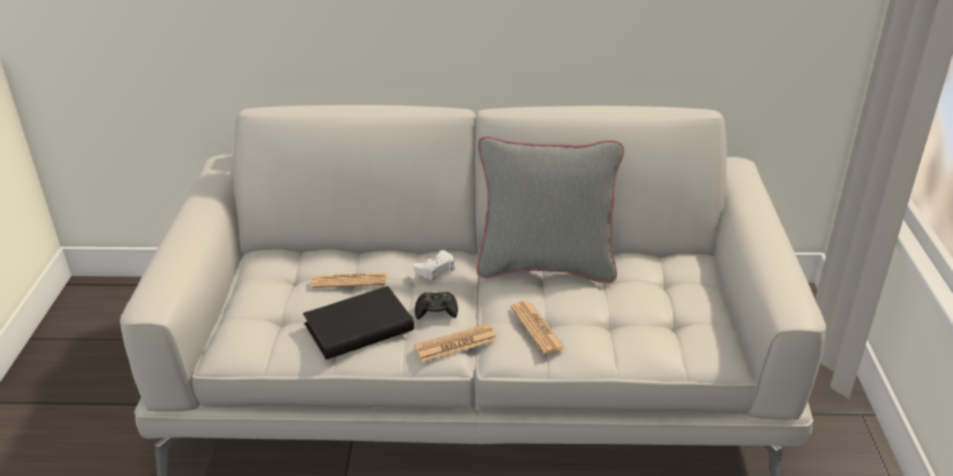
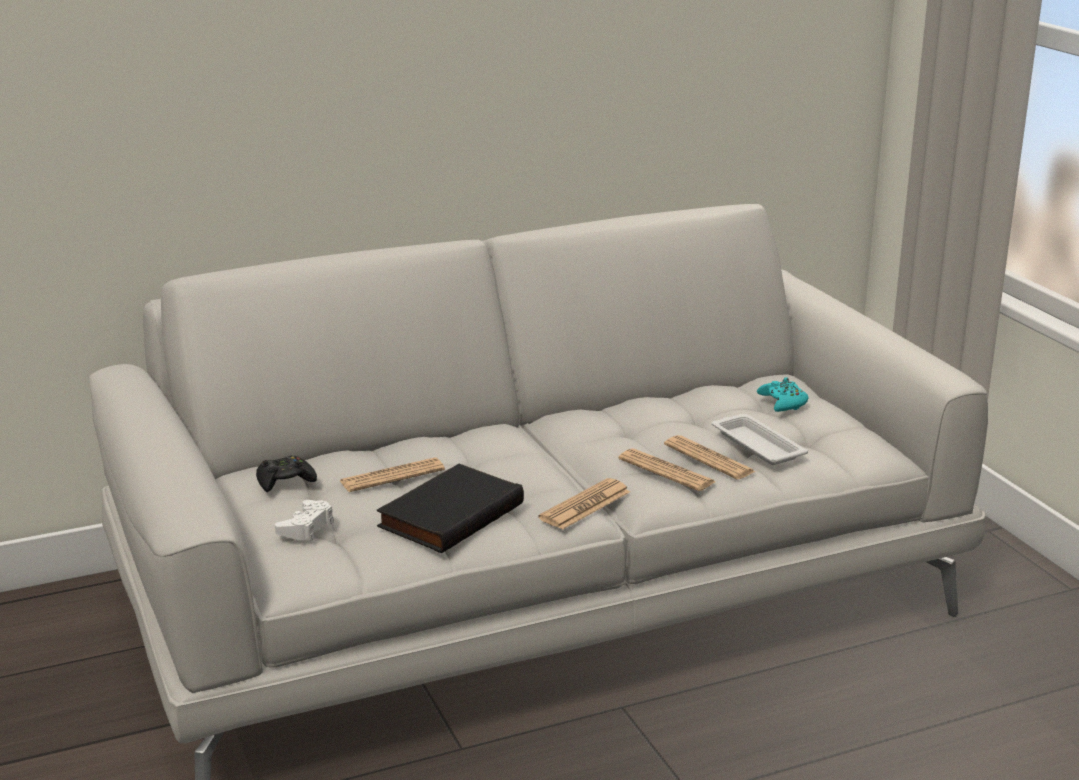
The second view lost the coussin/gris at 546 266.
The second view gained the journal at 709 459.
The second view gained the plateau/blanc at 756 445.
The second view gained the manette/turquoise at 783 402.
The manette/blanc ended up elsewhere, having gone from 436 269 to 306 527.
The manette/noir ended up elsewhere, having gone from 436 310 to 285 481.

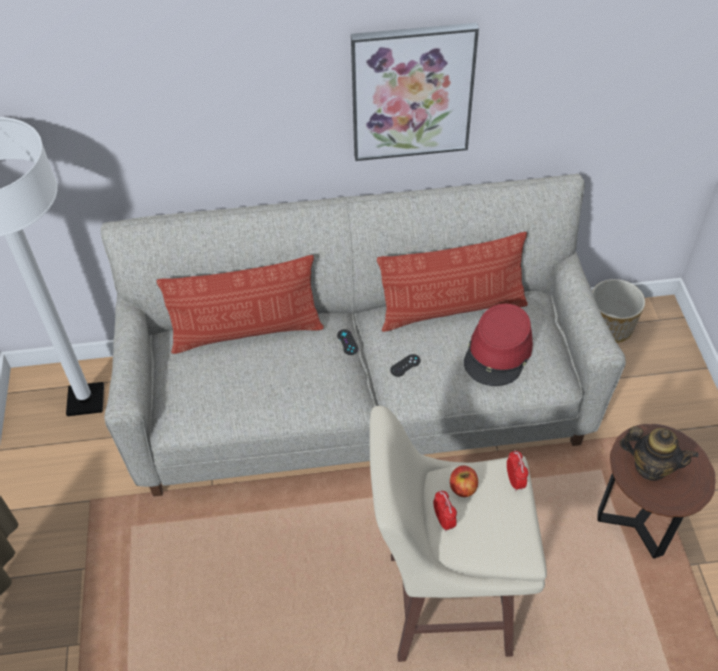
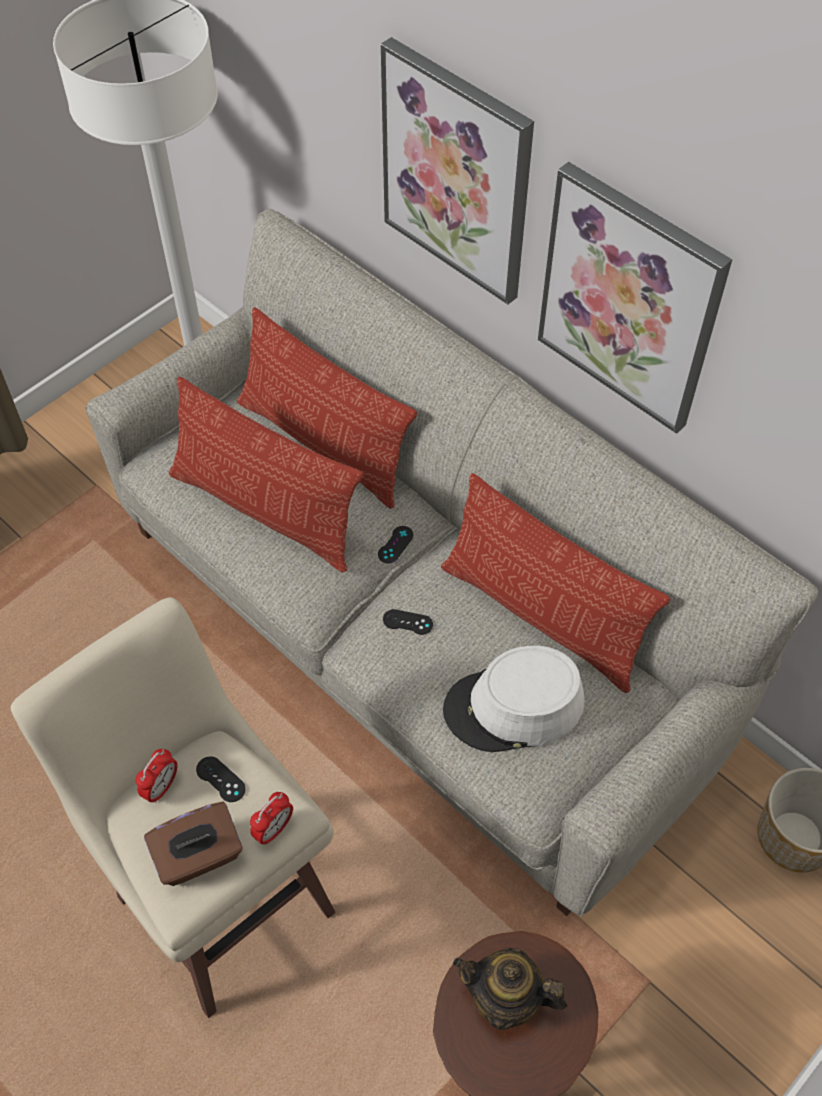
The second view gained the boîte à mouchoirs/marron at 199 856.
The second view gained the coussin at 265 511.
The second view gained the tableau at 457 172.
Where the pomme stood at 462 488, the manette/noir came to stand at 220 779.
What was the chapeau/rouge at 498 352 turned into the chapeau/blanc at 514 707.
The théière at 650 466 ended up facing another way, 120 degrees clockwise from before.

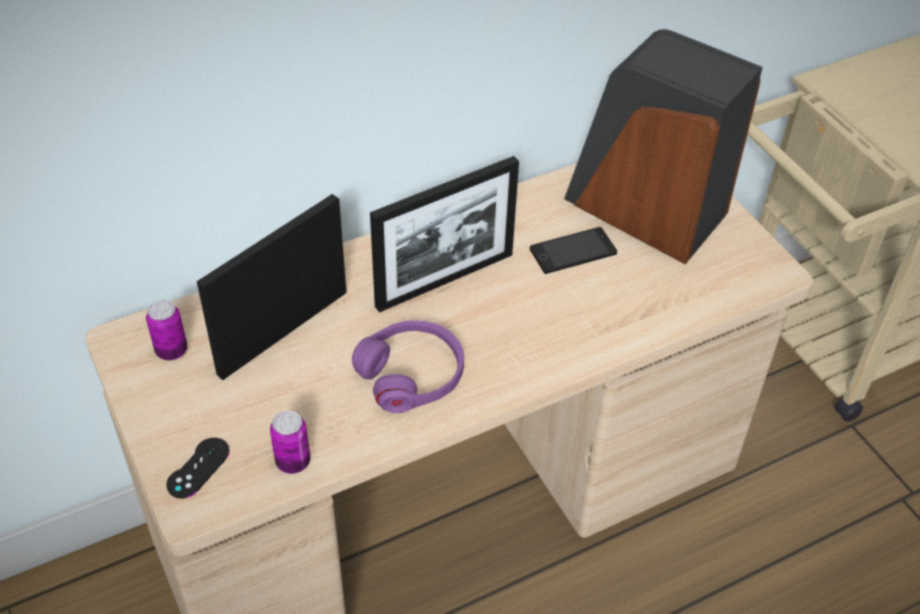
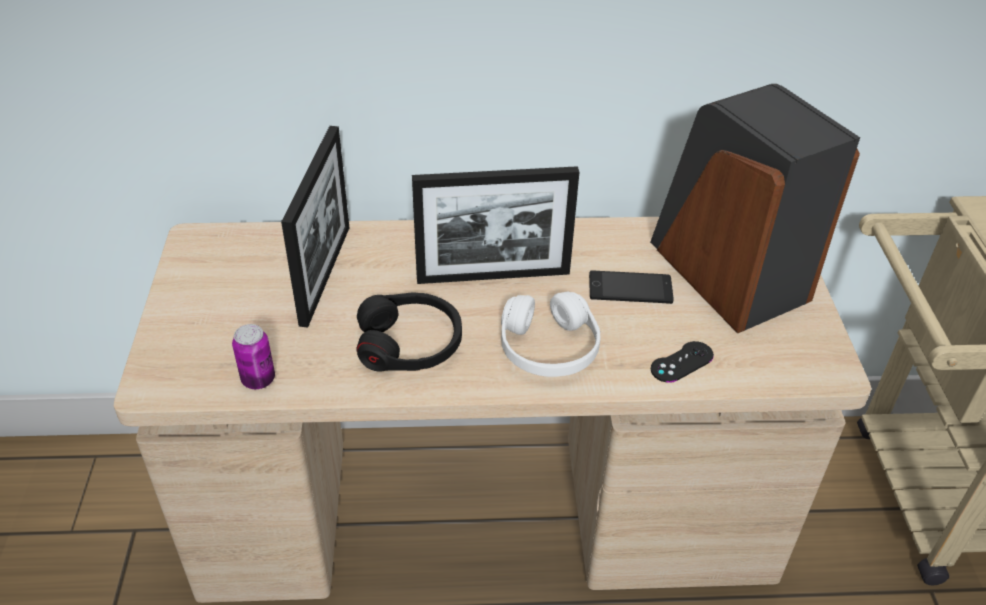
The second view lost the boîte métallique at 171 350.
The second view gained the casque audio/blanc at 548 348.
The manette/noir ended up elsewhere, having gone from 198 468 to 682 362.
What was the casque audio/violet at 411 375 turned into the casque audio/noir at 410 344.
The cadre photo at 283 332 ended up facing another way, 120 degrees clockwise from before.

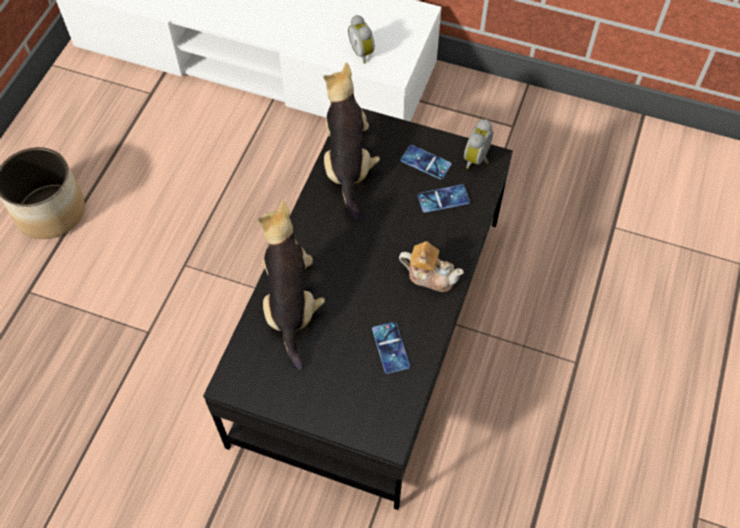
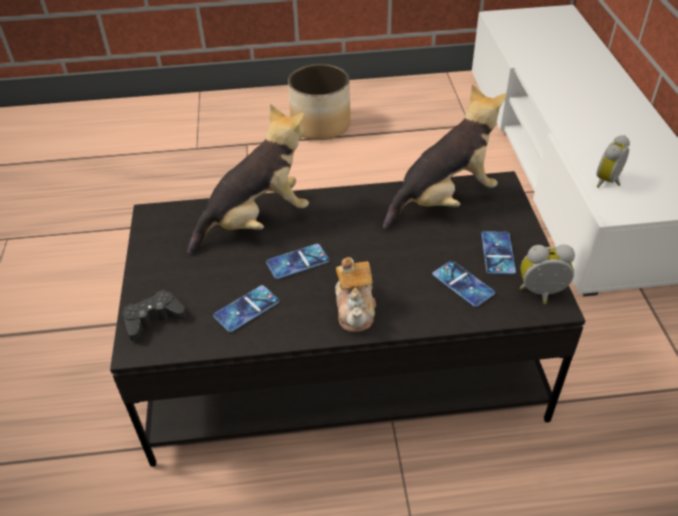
The second view gained the manette/noir at 153 319.
The second view gained the téléphone at 297 262.

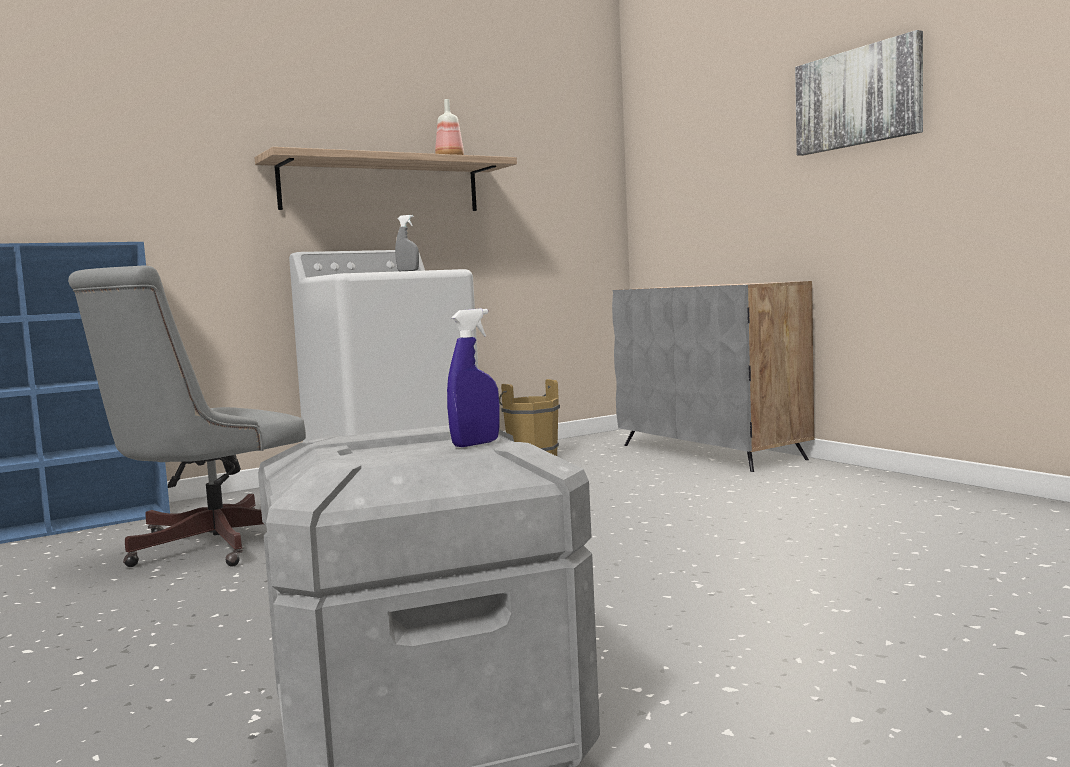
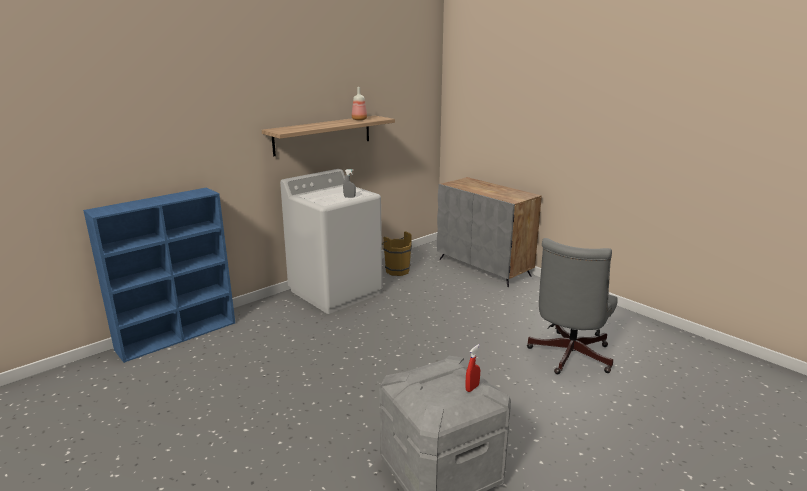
The second view lost the tableau at 858 97.
The chaise de bureau/gris ended up elsewhere, having gone from 204 547 to 568 357.
What was the vaporisateur/bleu at 476 444 turned into the vaporisateur/rouge at 472 388.

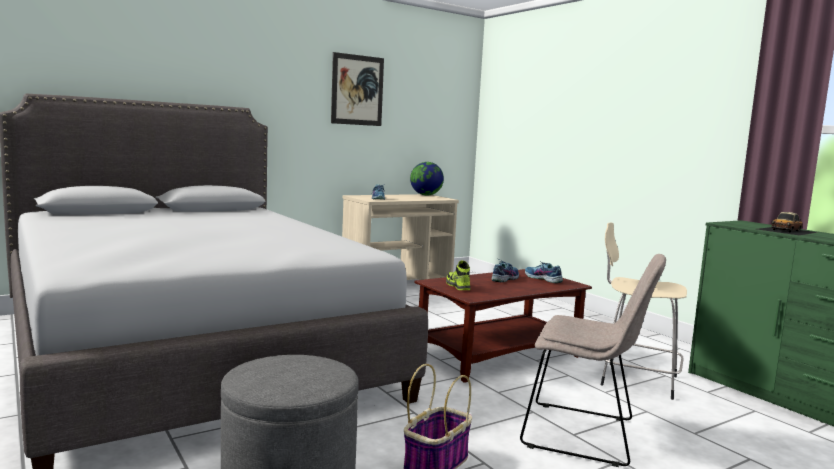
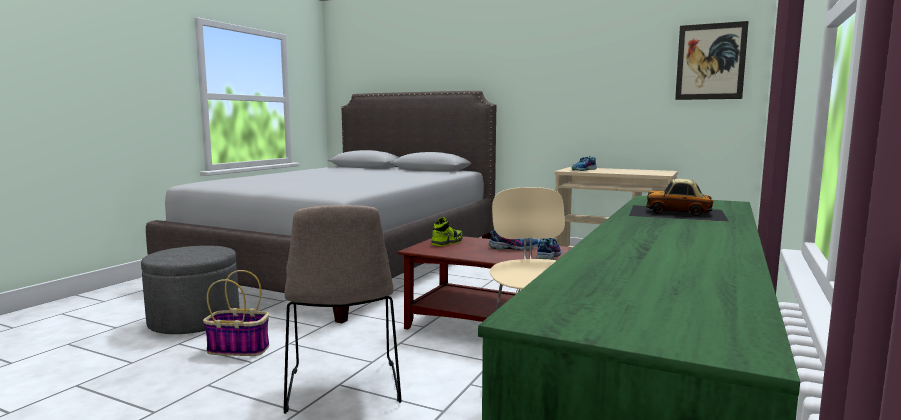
The second view lost the globe at 426 195.
The tableau ended up elsewhere, having gone from 357 90 to 710 61.

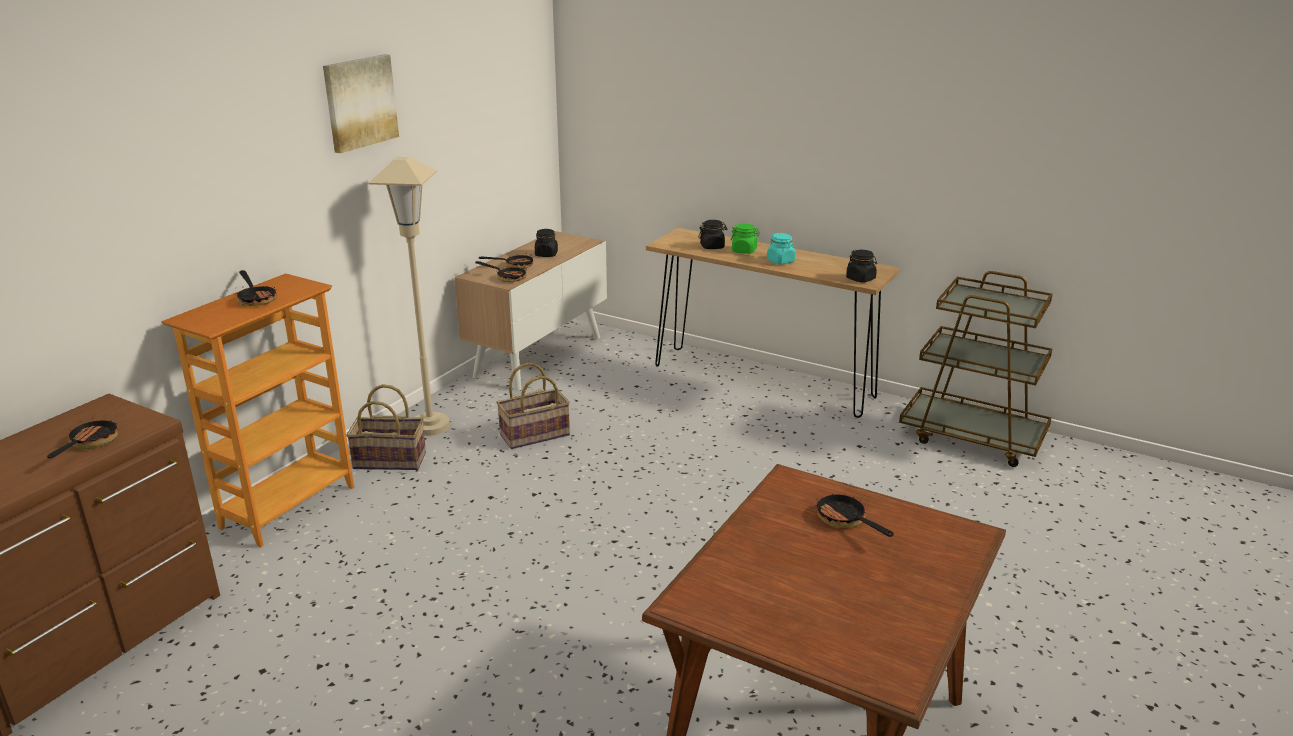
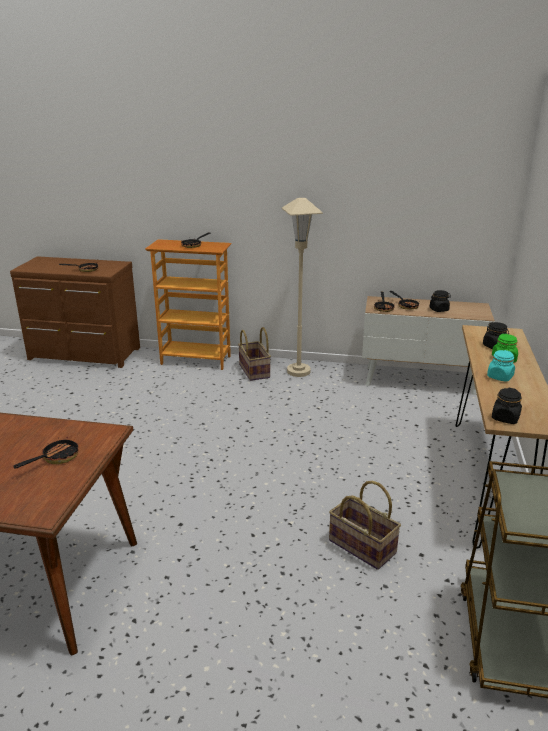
The second view lost the tableau at 360 102.
The panier ended up elsewhere, having gone from 534 435 to 361 547.

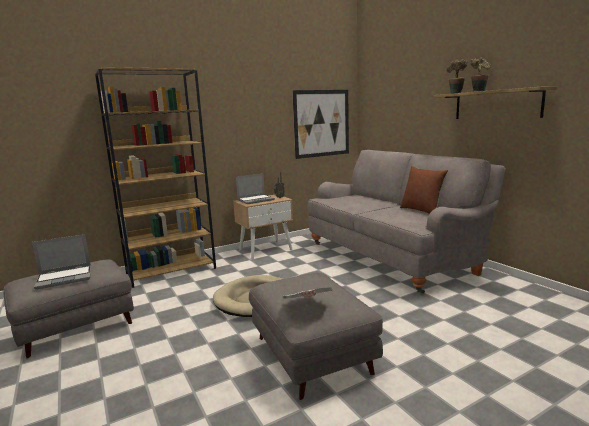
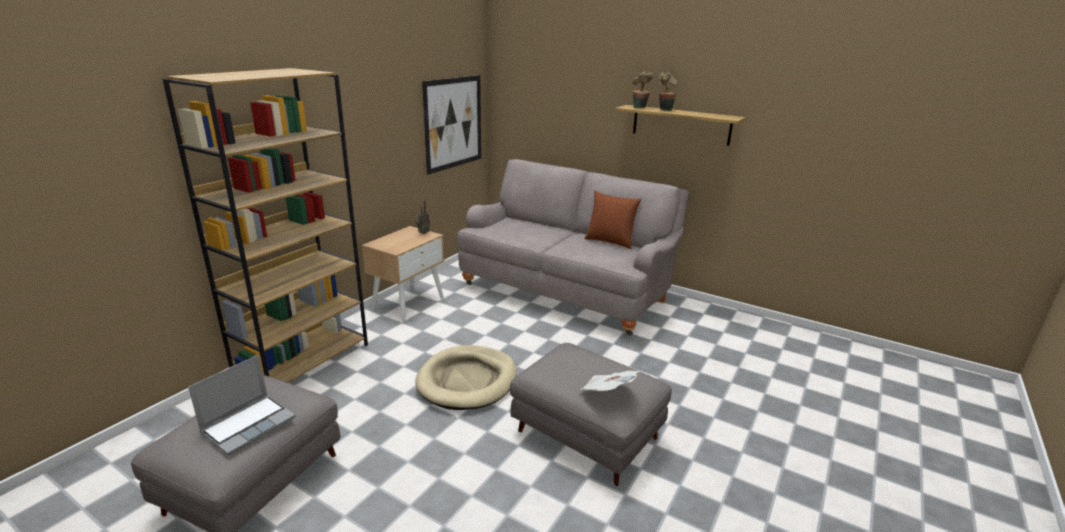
The second view lost the ordinateur portable at 256 200.

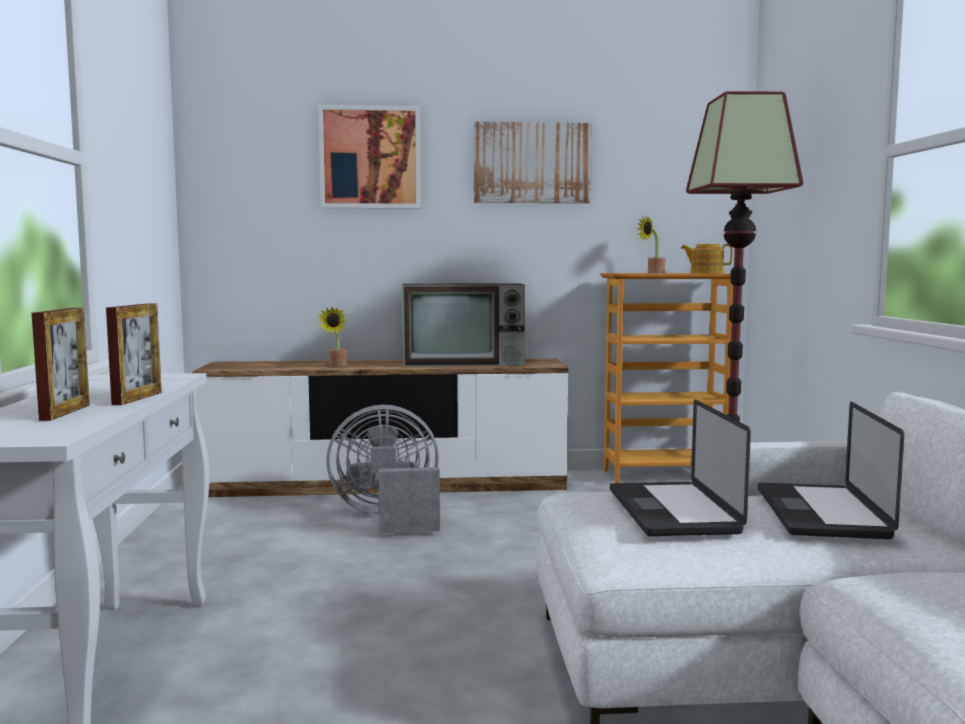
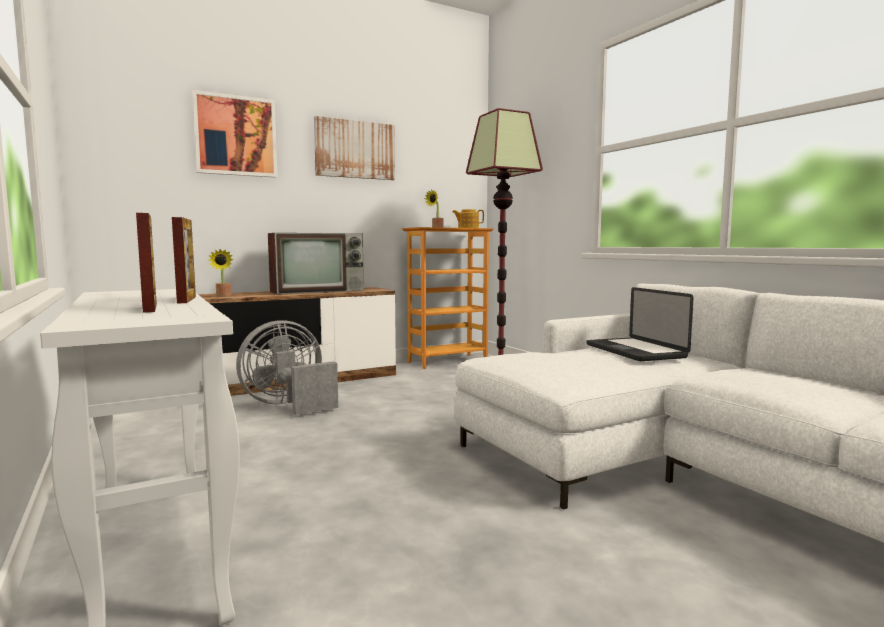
The second view lost the ordinateur portable at 672 511.

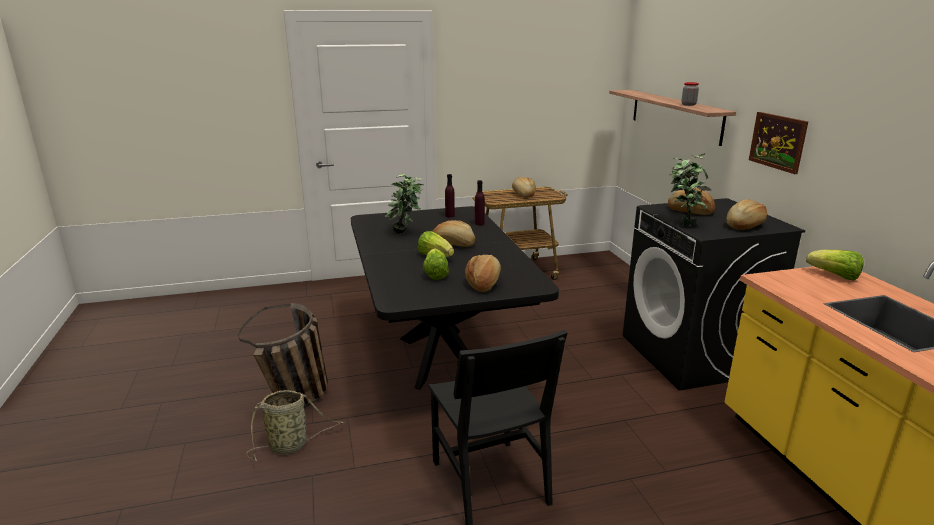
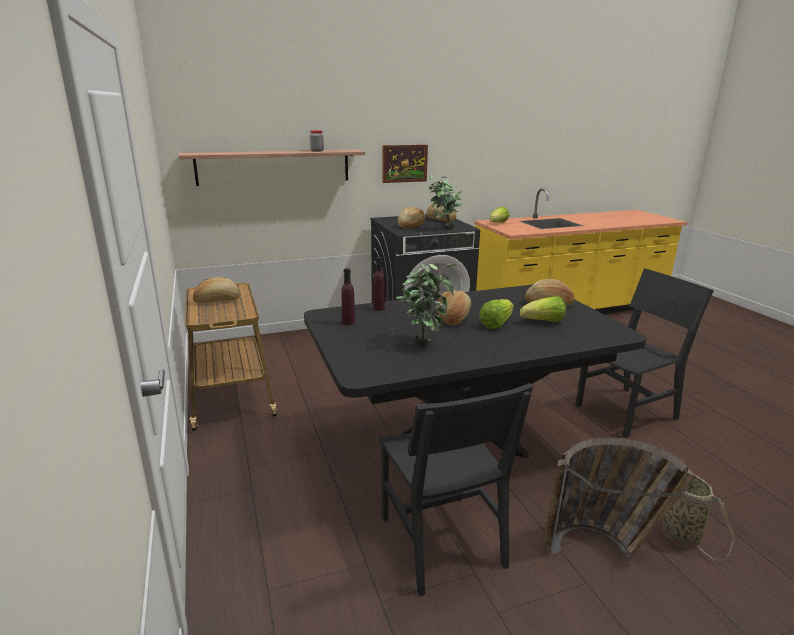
The second view gained the chaise/noir at 441 541.

